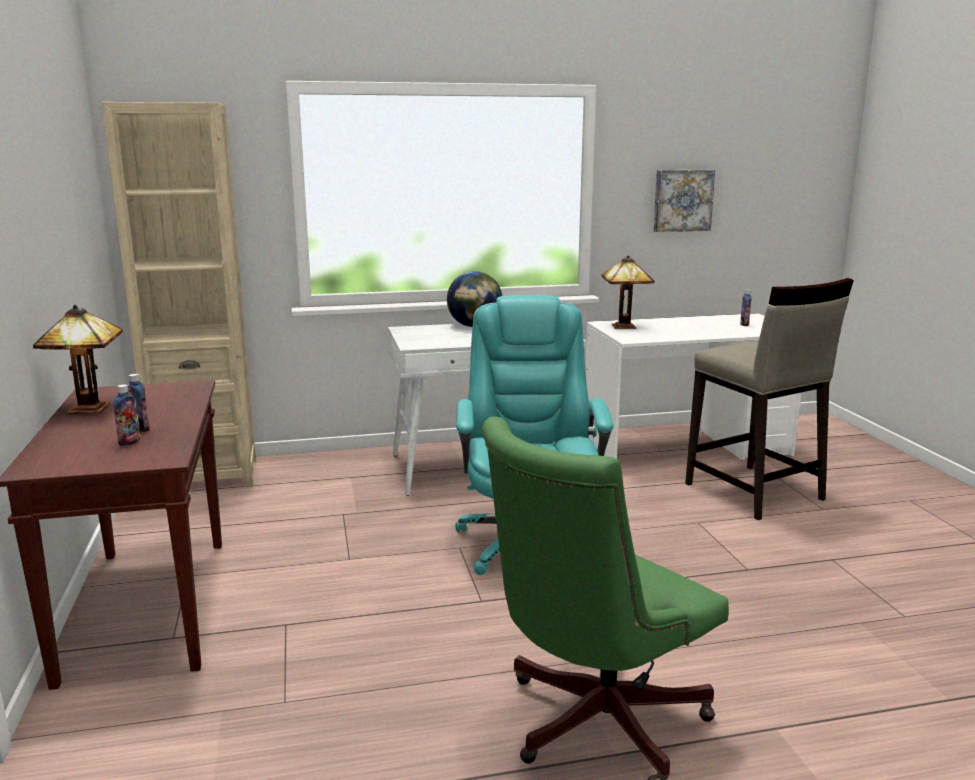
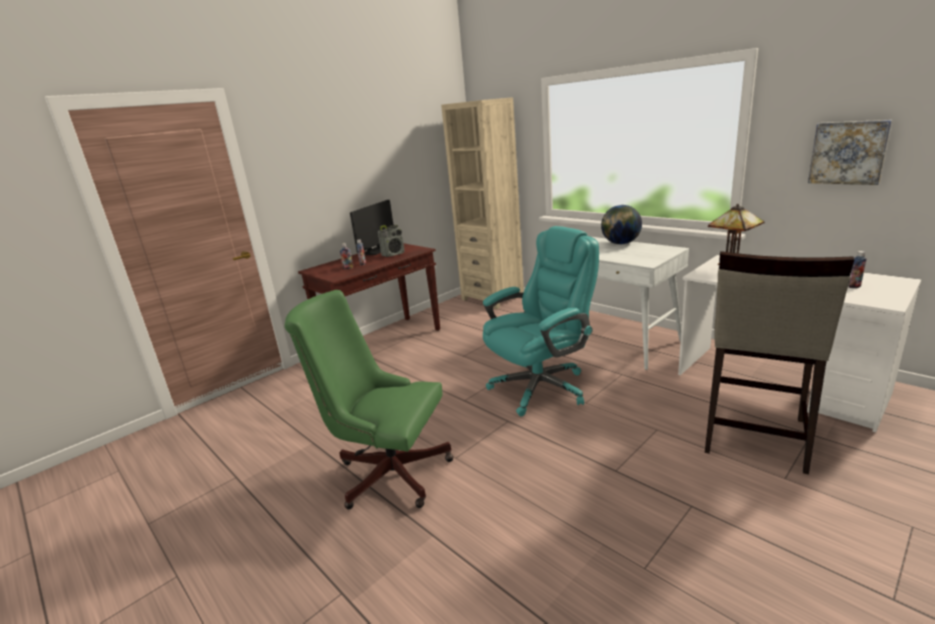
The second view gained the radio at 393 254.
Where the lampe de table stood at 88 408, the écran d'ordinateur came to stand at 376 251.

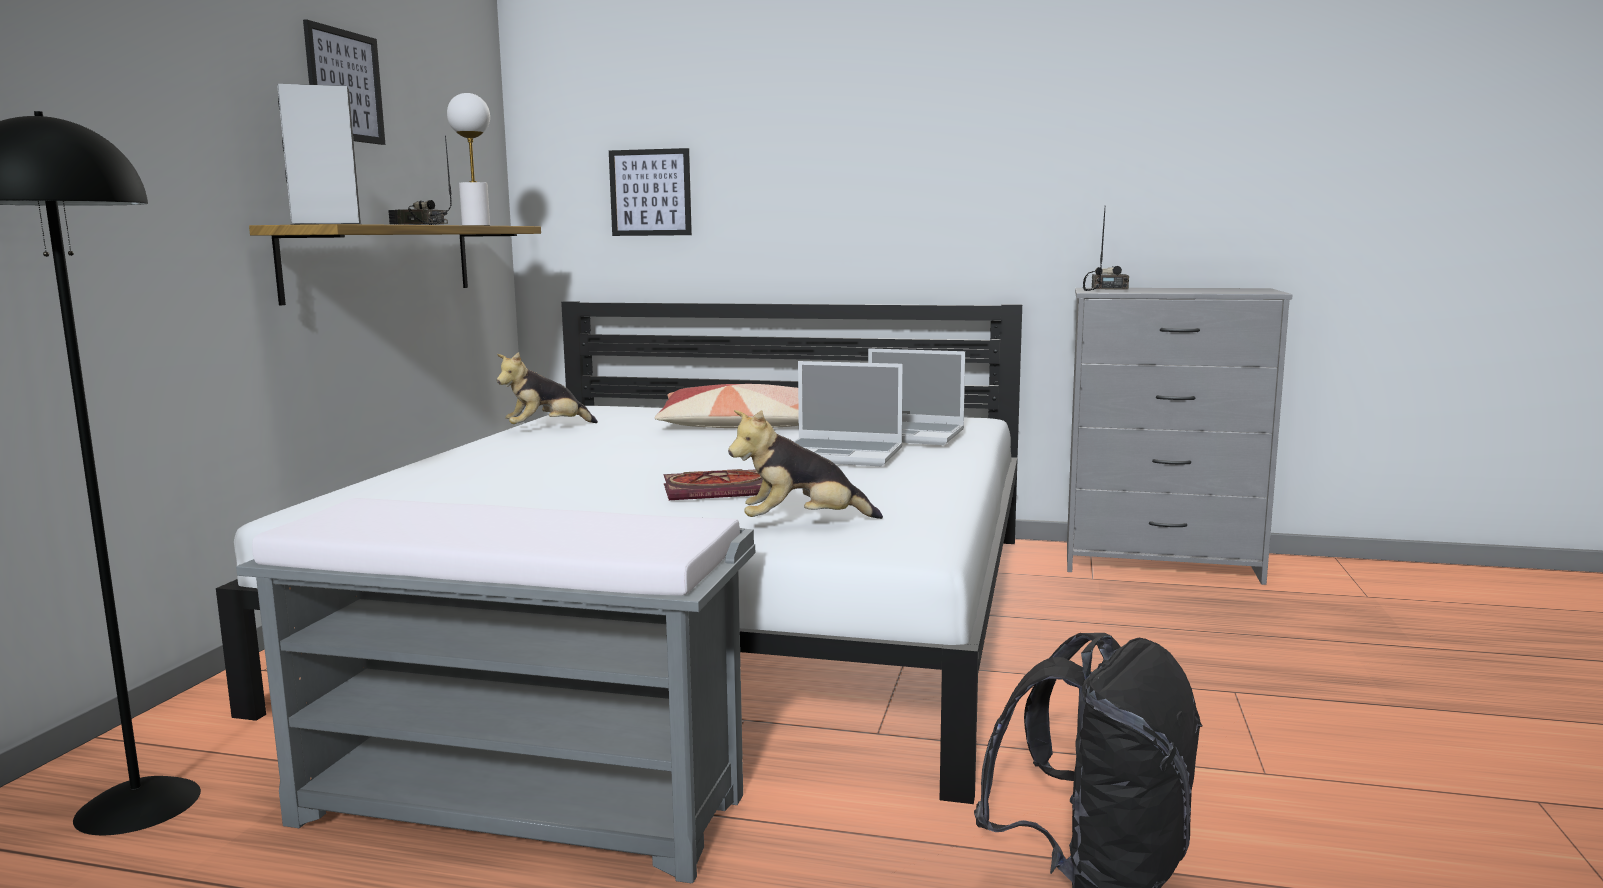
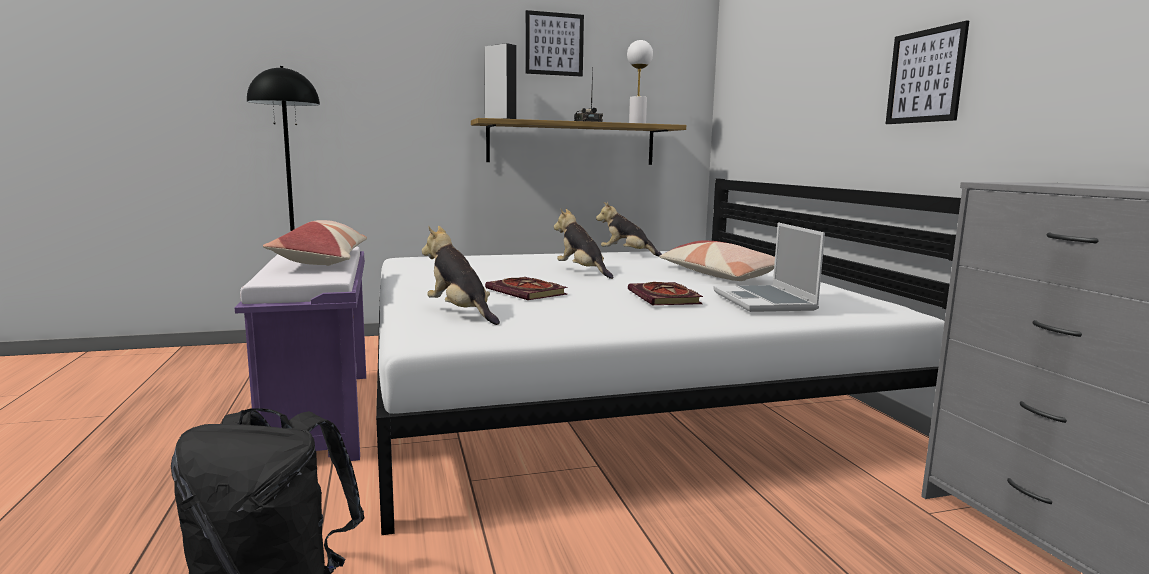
The second view lost the radio at 1105 289.
The second view gained the coussin at 323 260.
The second view gained the peluche at 582 272.
The tableau ended up elsewhere, having gone from 650 192 to 925 76.
Where the ordinateur portable stood at 842 455, the livre came to stand at 666 298.
What was the banc/gris at 523 809 turned into the banc/violet at 322 416.

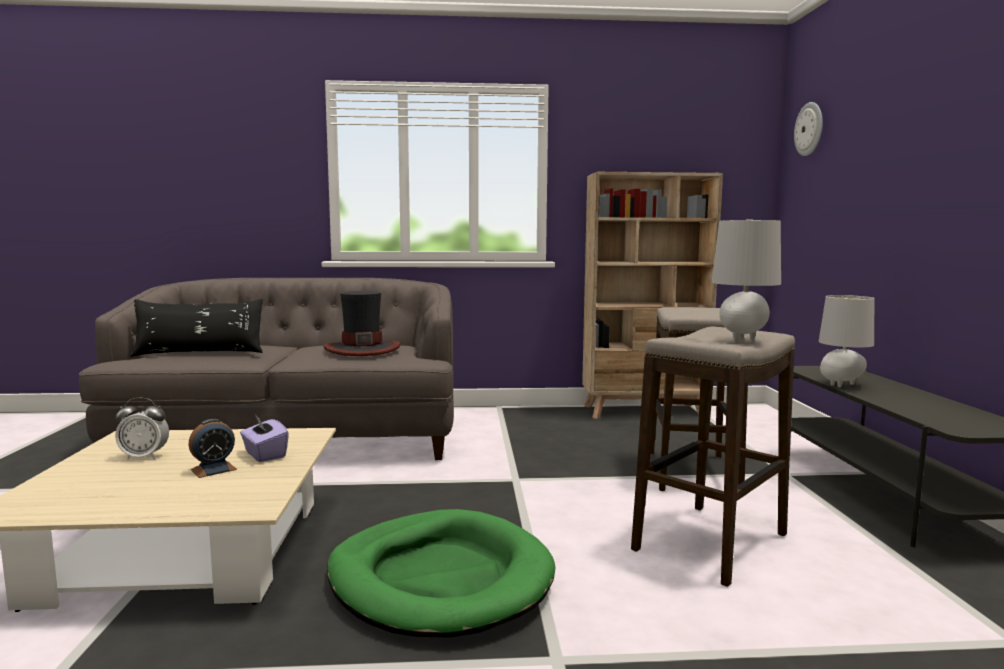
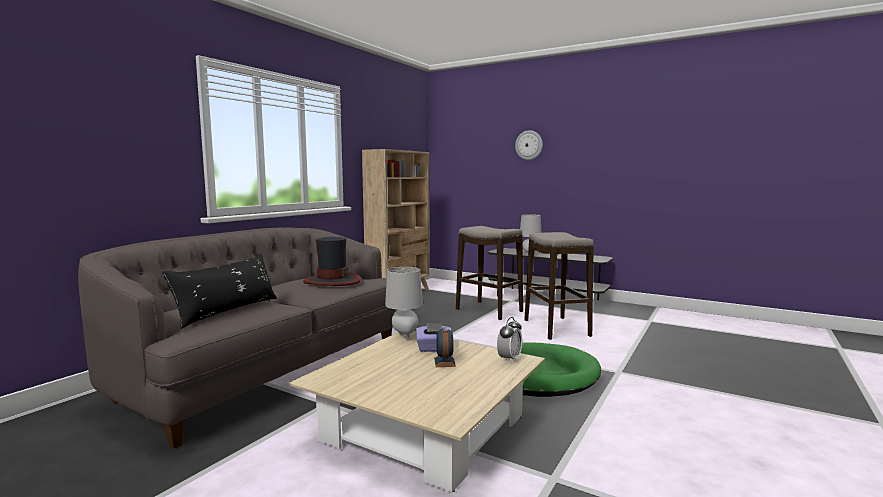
The réveil ended up elsewhere, having gone from 144 457 to 509 359.
The lampe de table/gris ended up elsewhere, having gone from 742 340 to 404 336.
The horloge murale ended up elsewhere, having gone from 809 129 to 529 145.

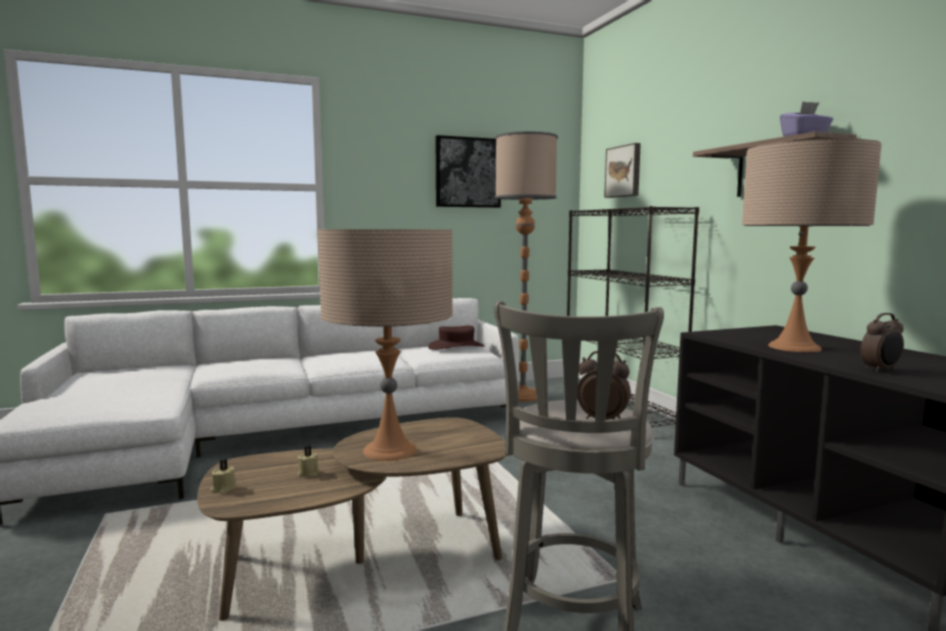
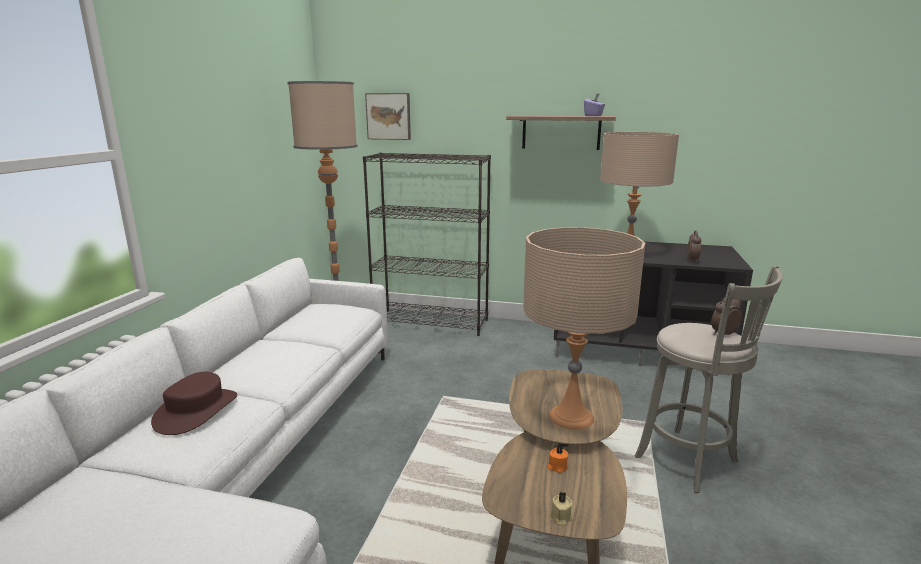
The second view lost the tableau at 468 172.
The chapeau/marron ended up elsewhere, having gone from 456 347 to 196 411.
What was the bougie/beige at 308 473 turned into the bougie/orange at 557 467.

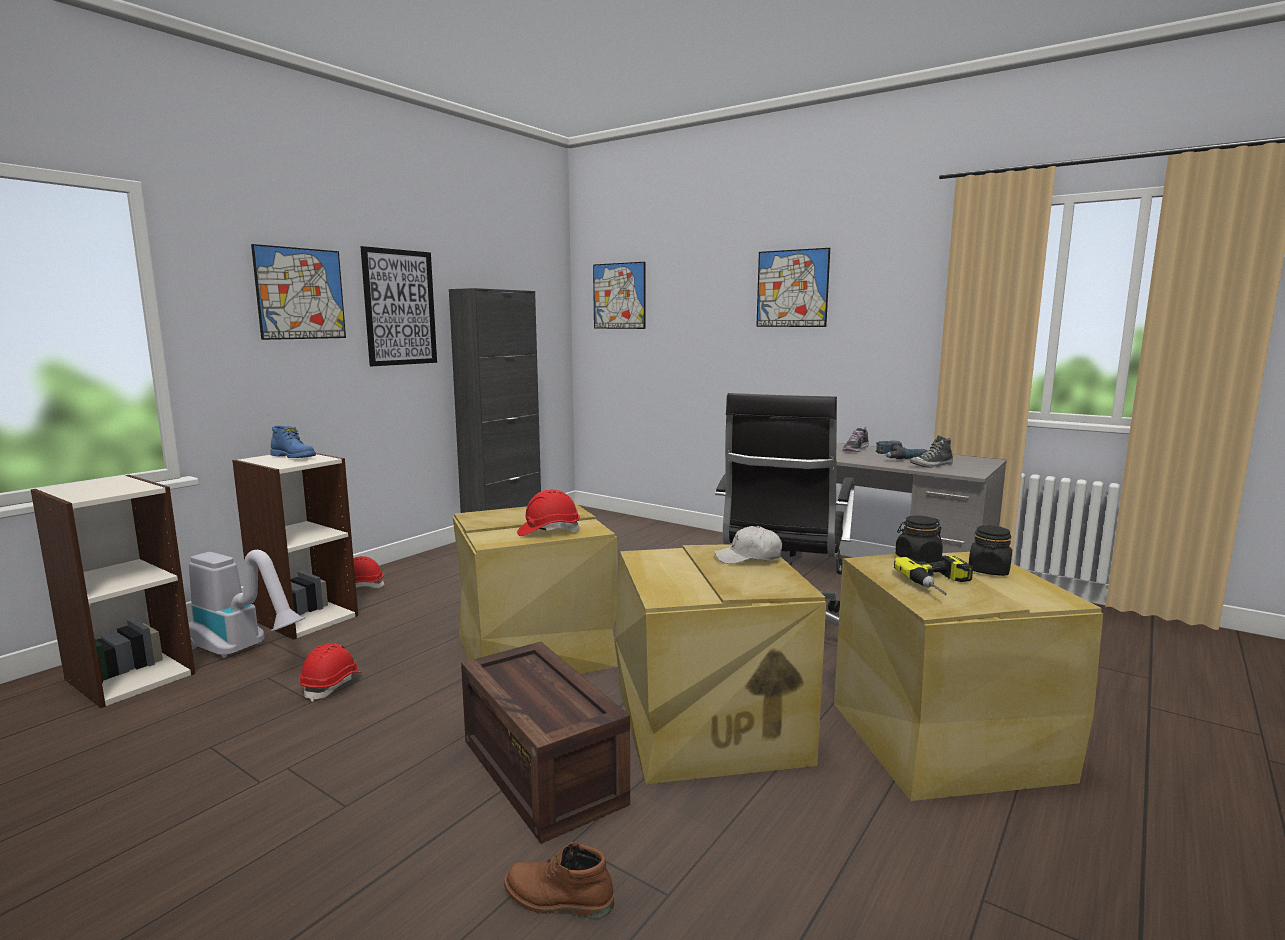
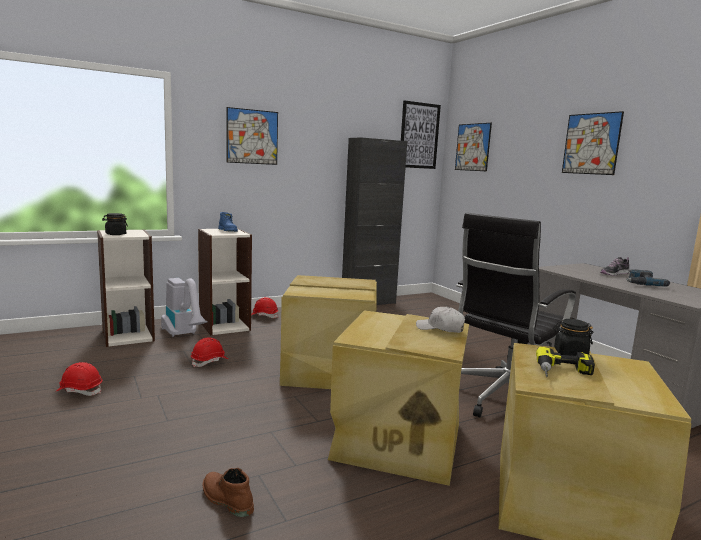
The second view lost the caisse at 538 770.
The second view lost the chaussure at 931 466.
The tableau ended up elsewhere, having gone from 400 307 to 419 135.
The casque de chantier/rouge ended up elsewhere, having gone from 548 531 to 79 391.
The bocal/noir ended up elsewhere, having gone from 989 571 to 115 234.

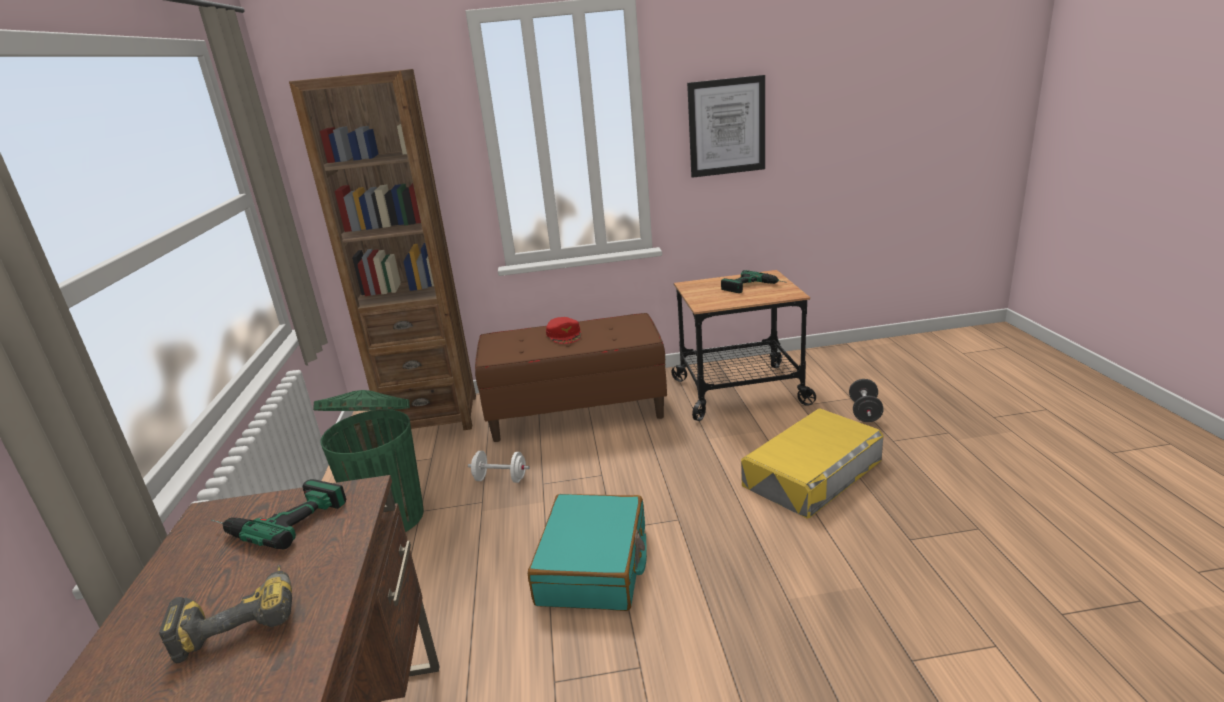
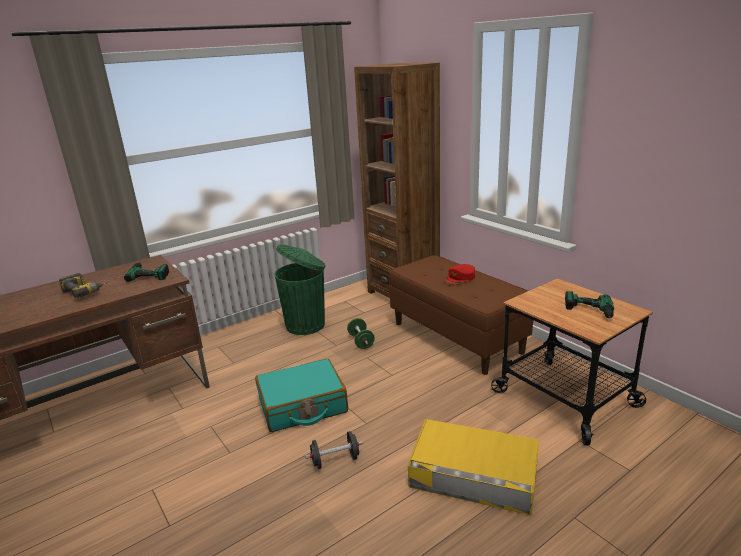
The second view lost the tableau at 726 127.
The haltère/noir ended up elsewhere, having gone from 864 412 to 335 460.
What was the haltère/blanc at 500 479 turned into the haltère/vert at 361 341.

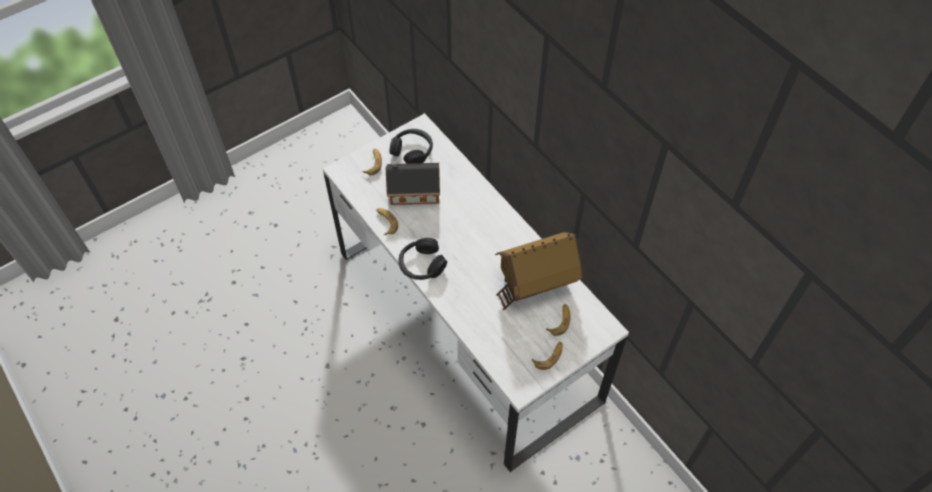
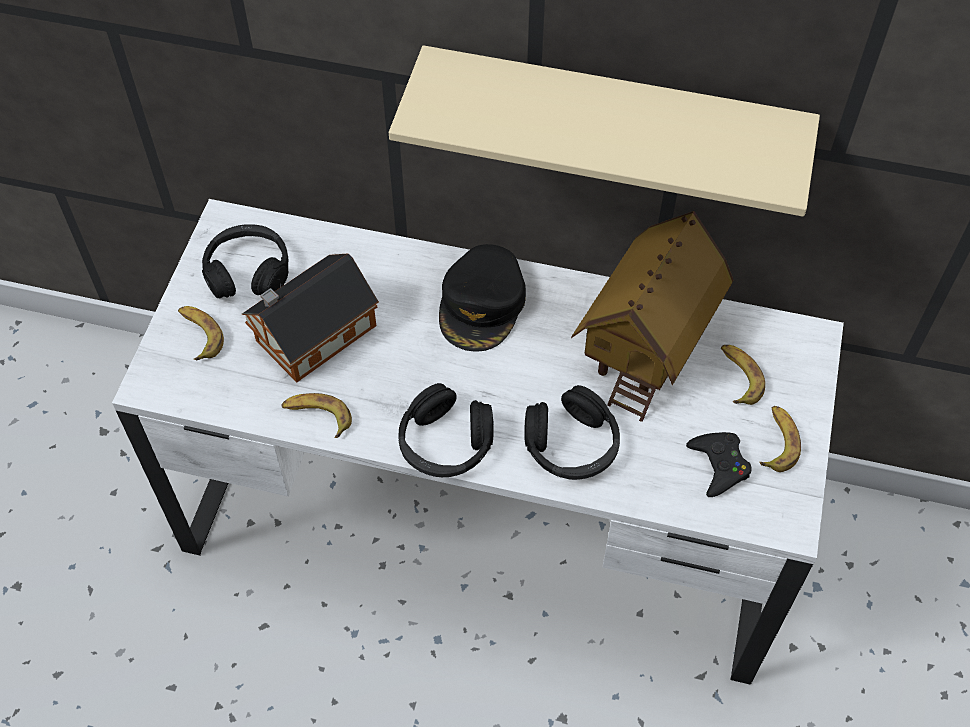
The second view gained the étagère/beige at 612 121.
The second view gained the casquette/noir at 482 305.
The second view gained the casque audio/noir at 571 445.
The second view gained the manette/noir at 719 465.

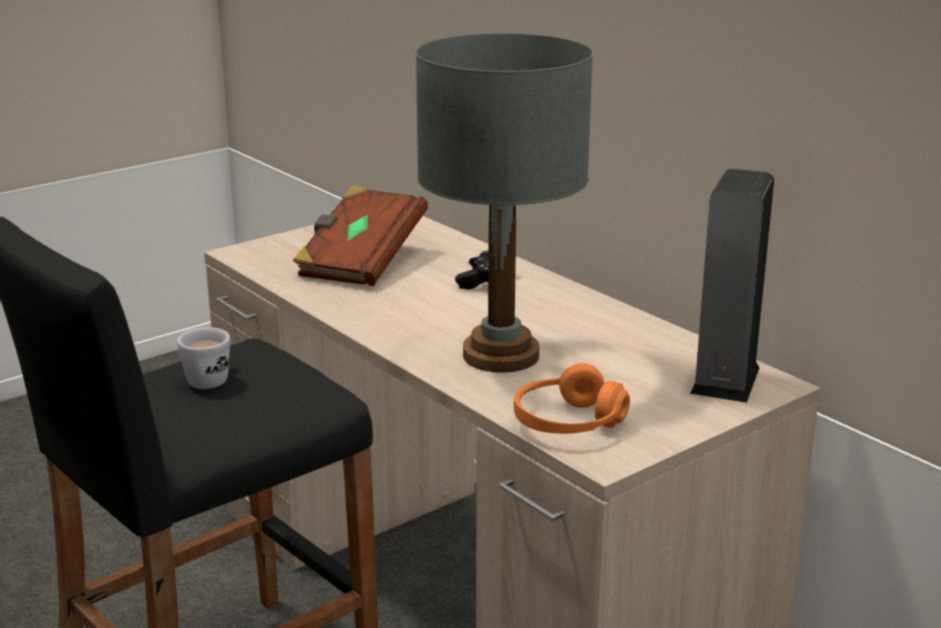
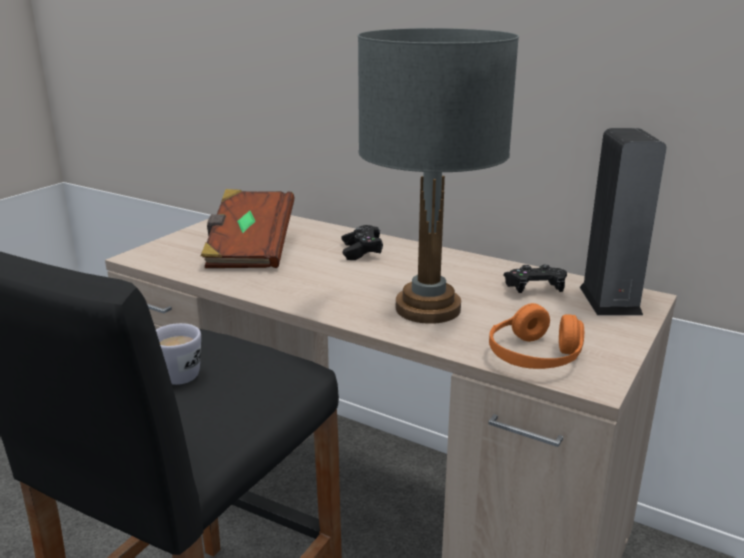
The second view gained the manette/noir at 534 289.

